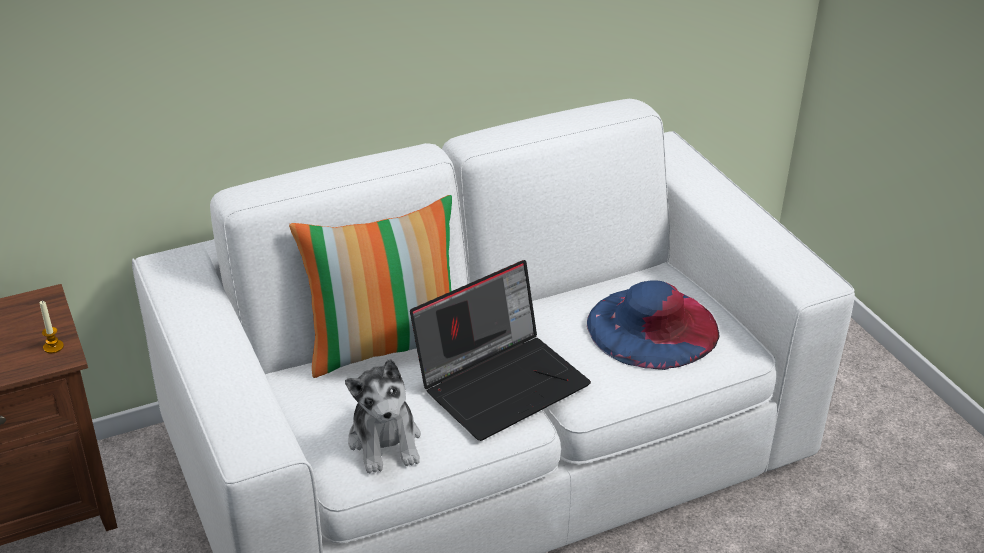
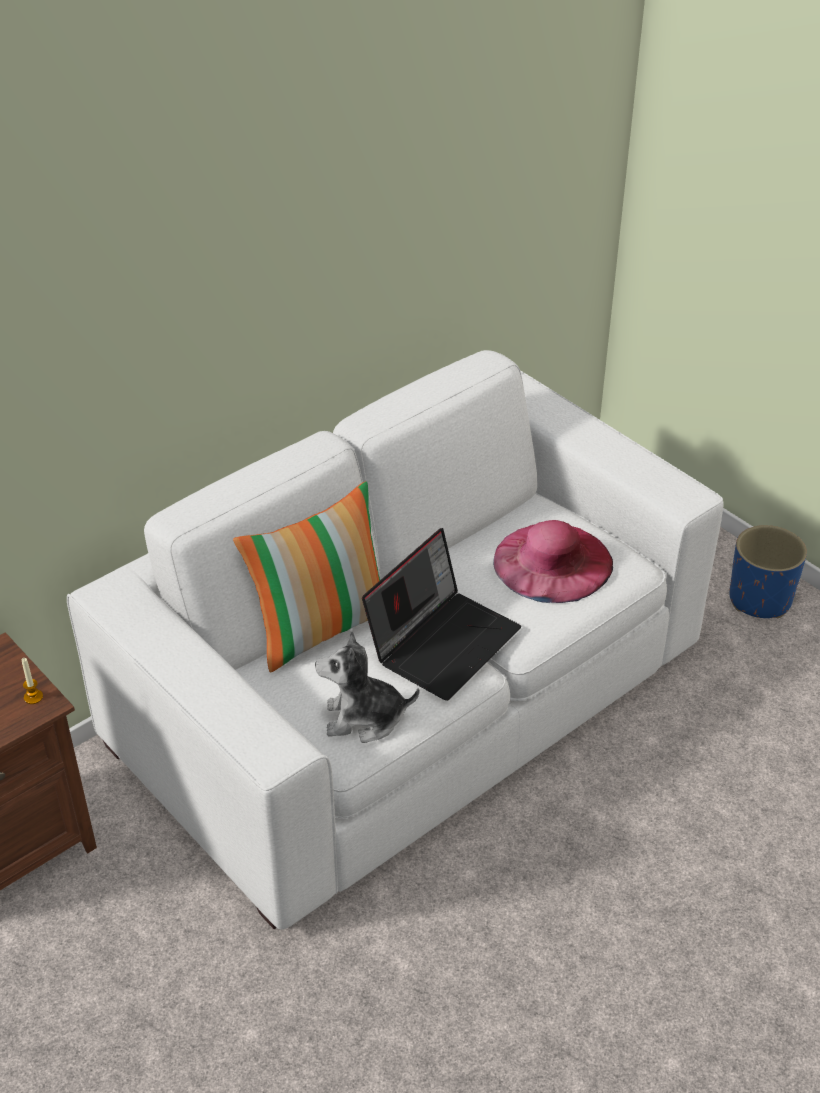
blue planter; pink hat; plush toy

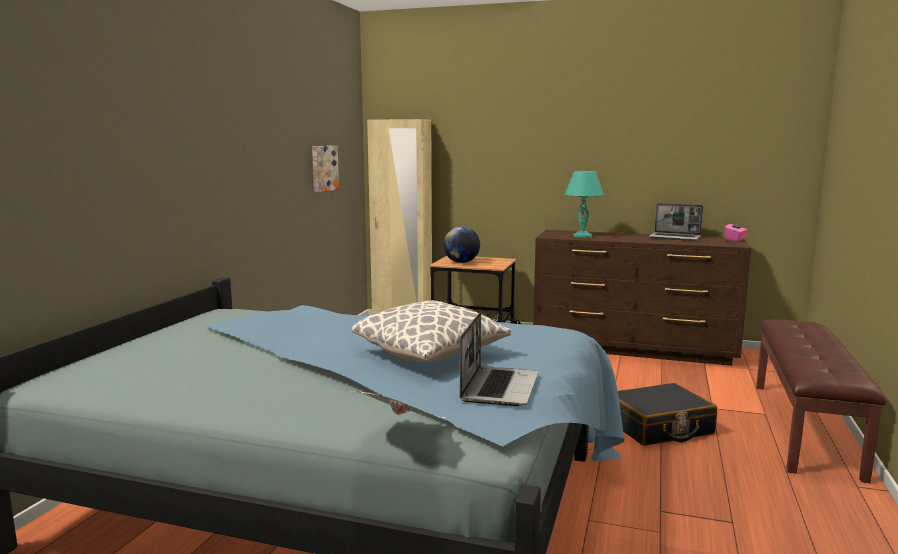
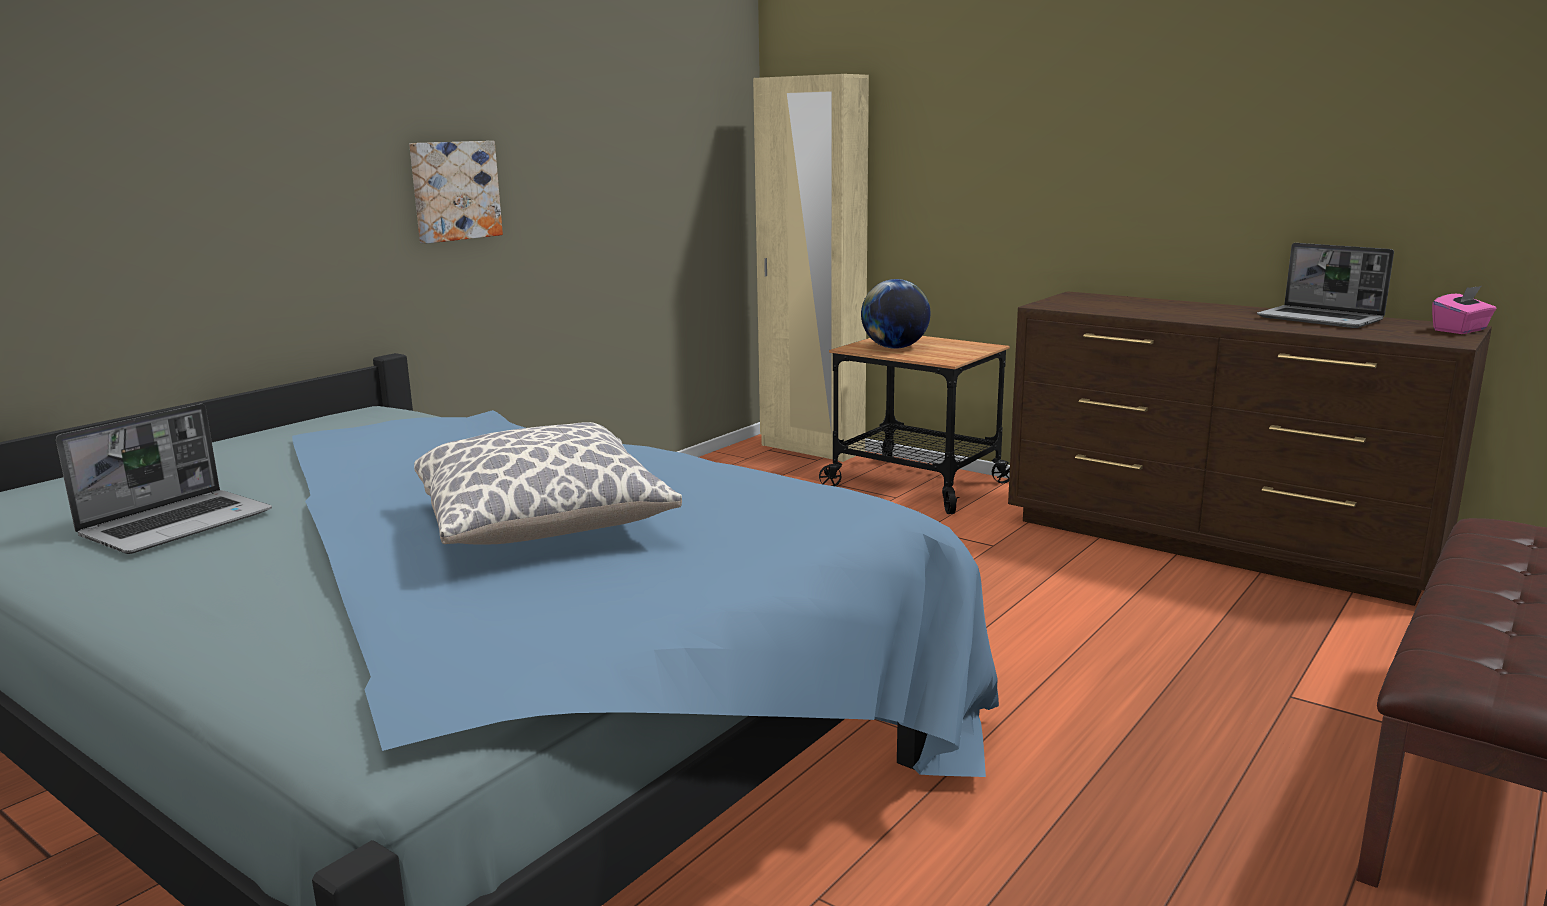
newspaper; turquoise table lamp; black suitcase; picture; laptop (1st from left)

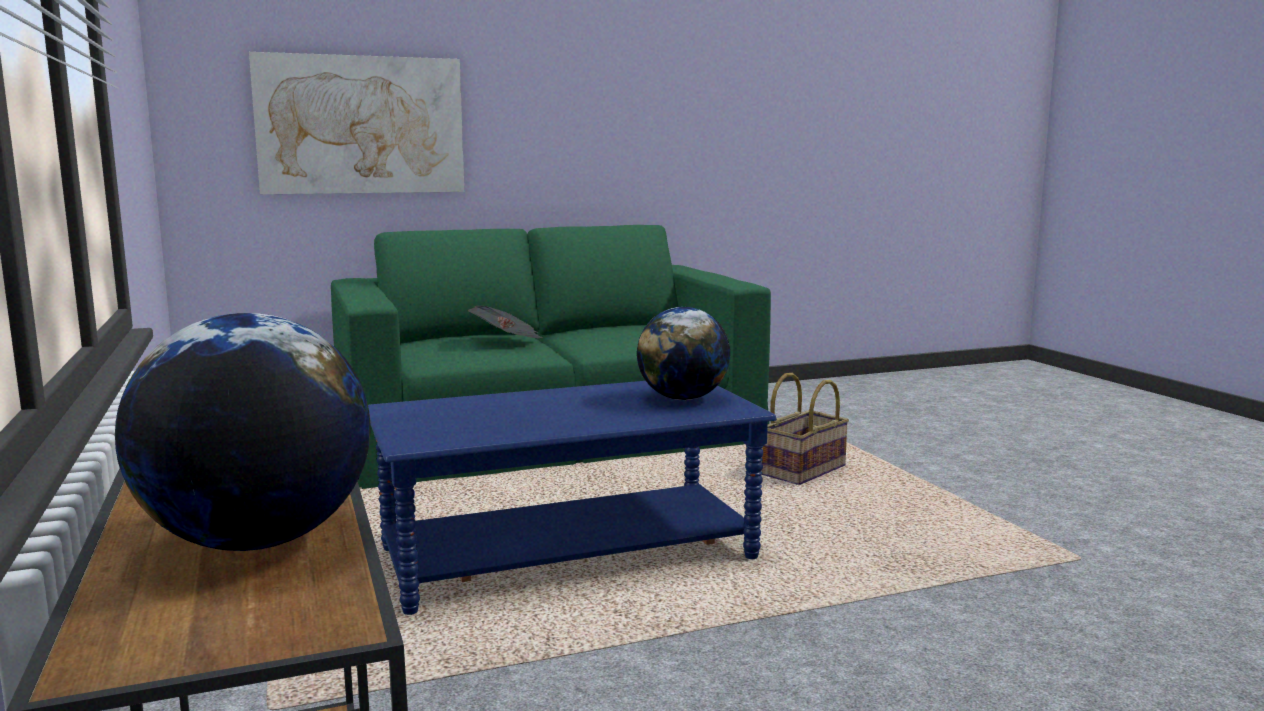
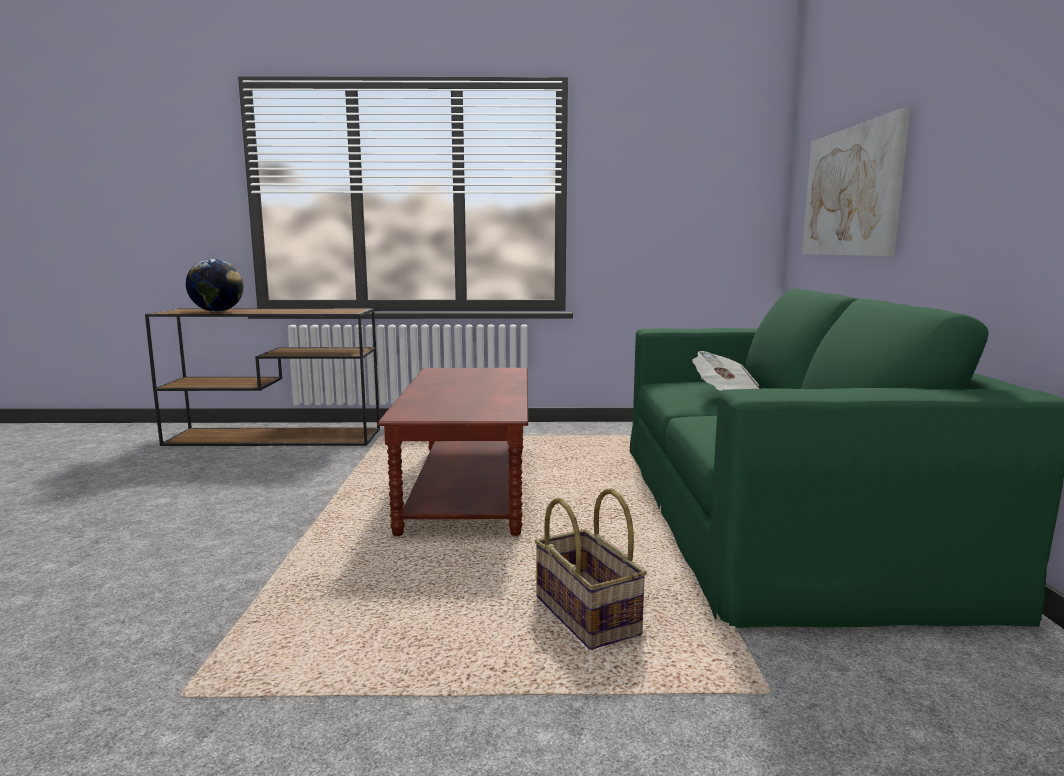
globe (2nd from left in the first image); brown coffee table

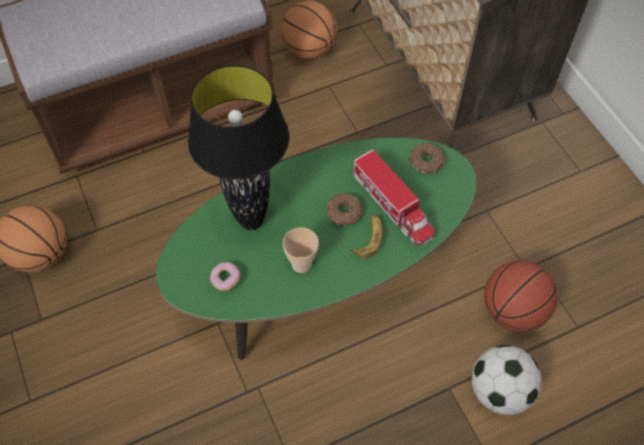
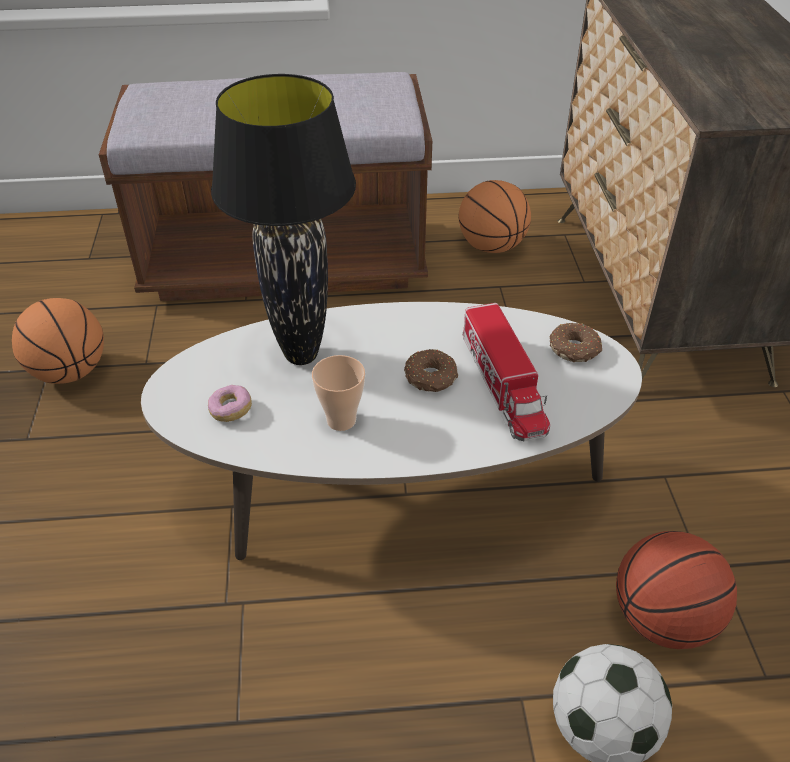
banana; white coffee table

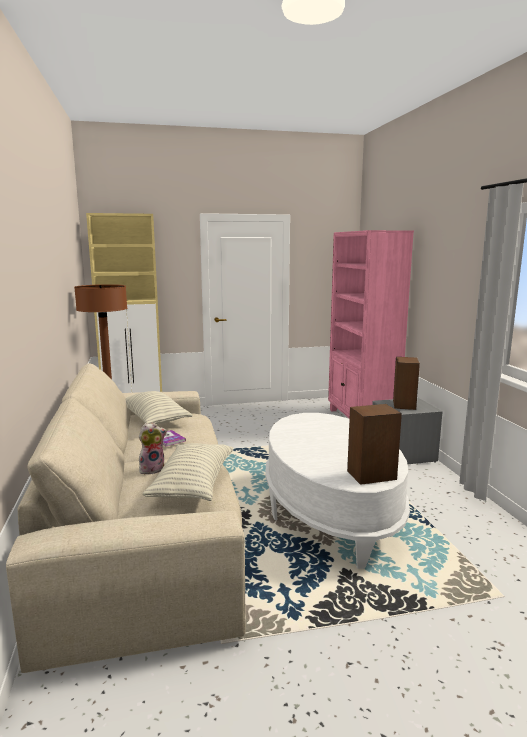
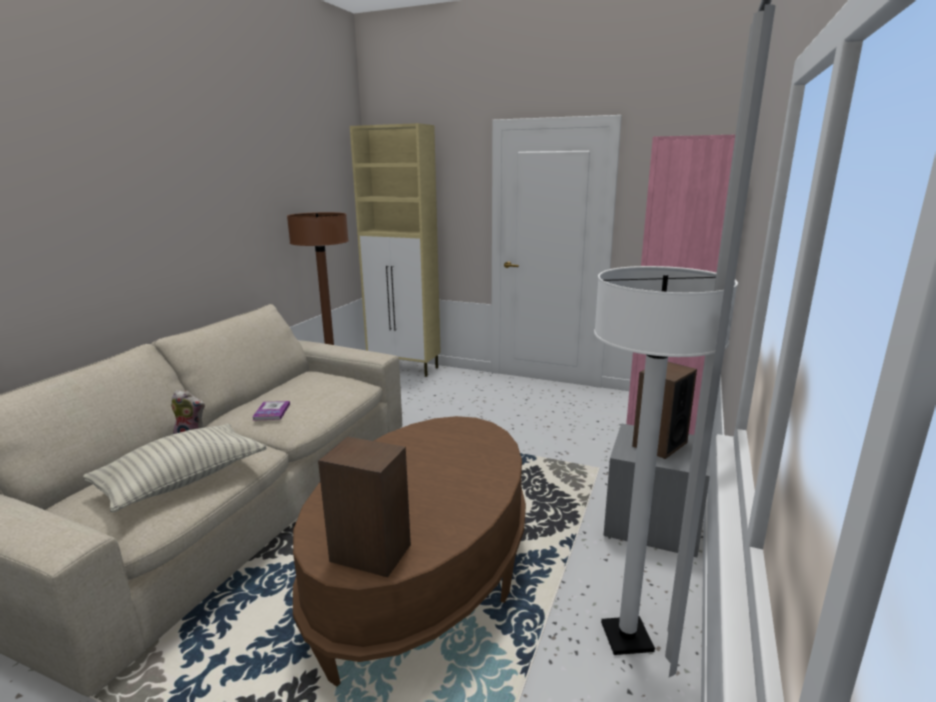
pillow (1st from left in the first image); white floor lamp; brown coffee table

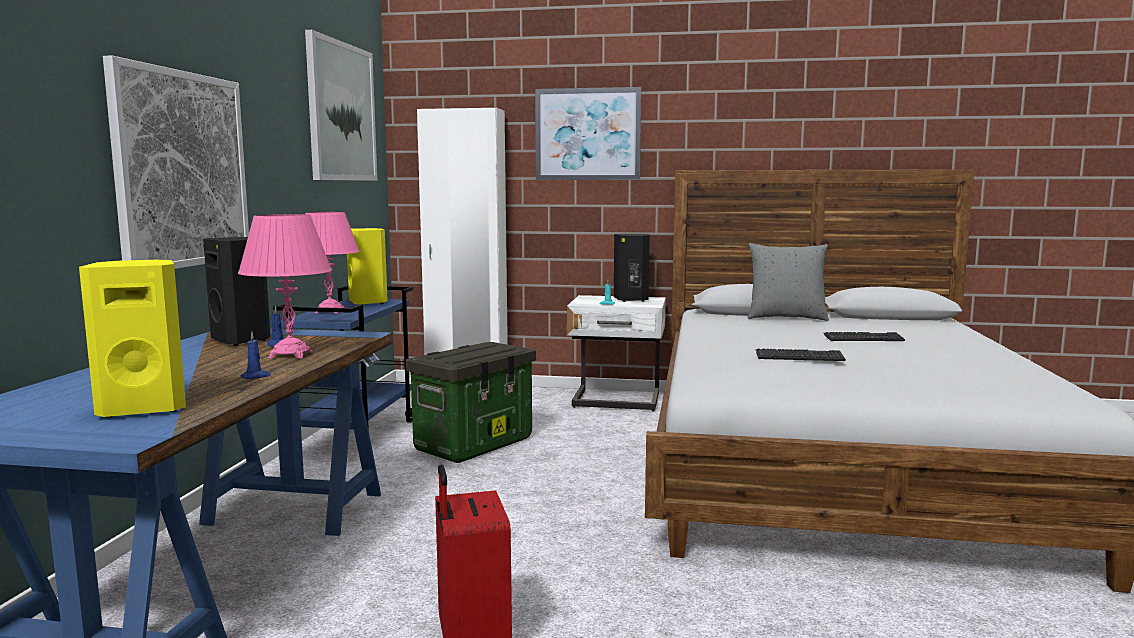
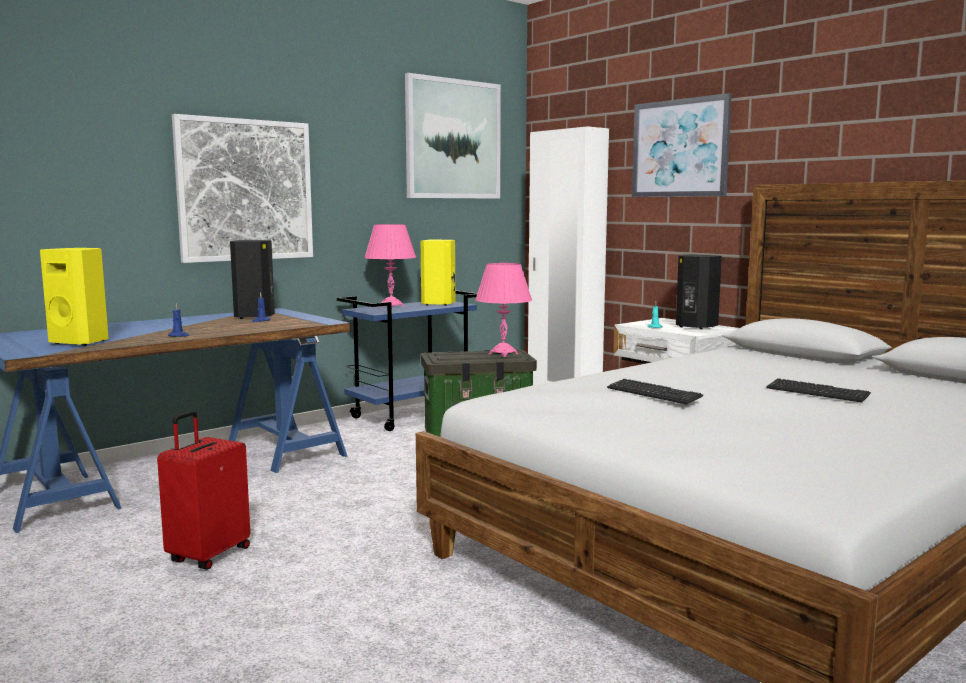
grey pillow; pink table lamp (2nd from left)

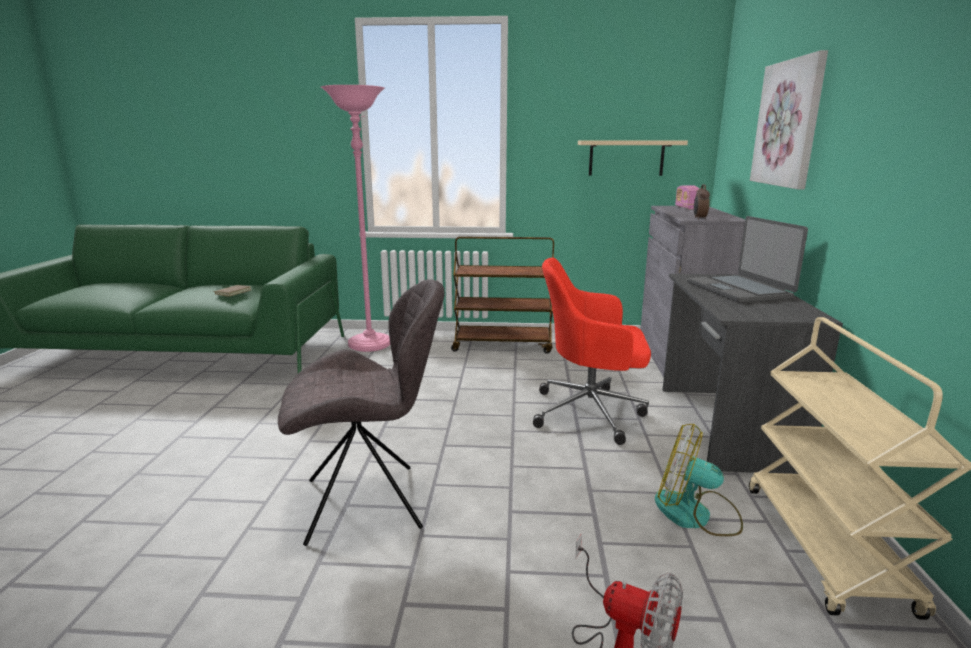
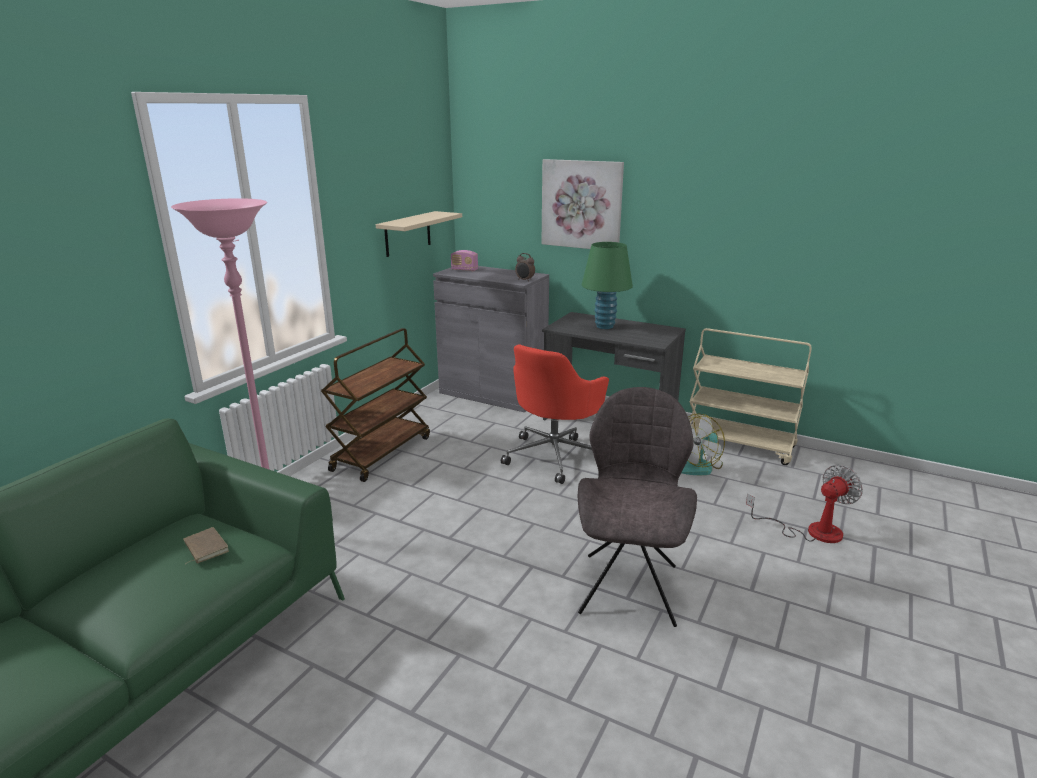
green table lamp

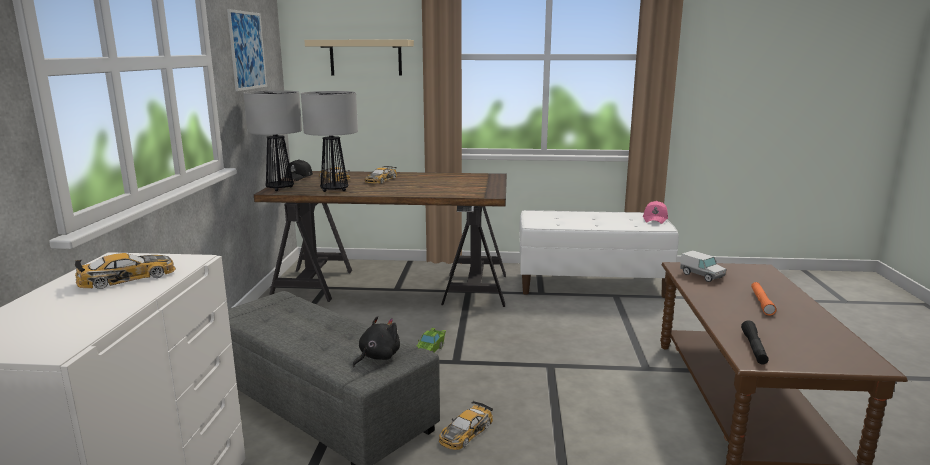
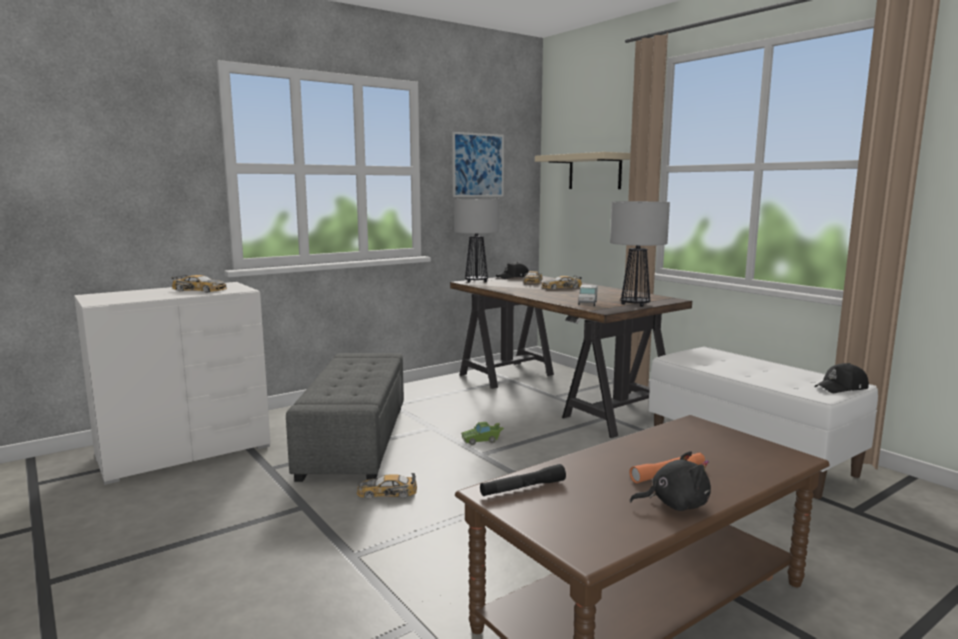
table lamp (2nd from left); black plush toy; toy truck; black cap (2nd from left)

